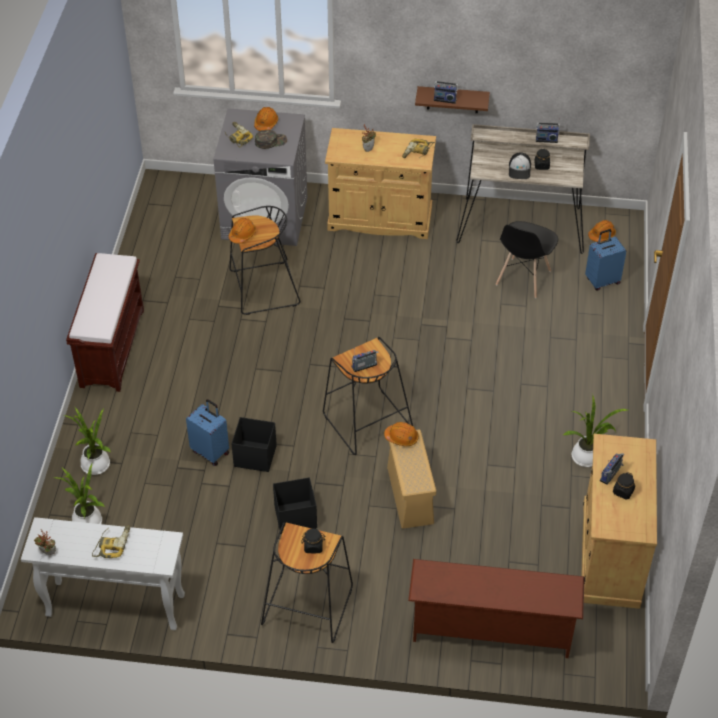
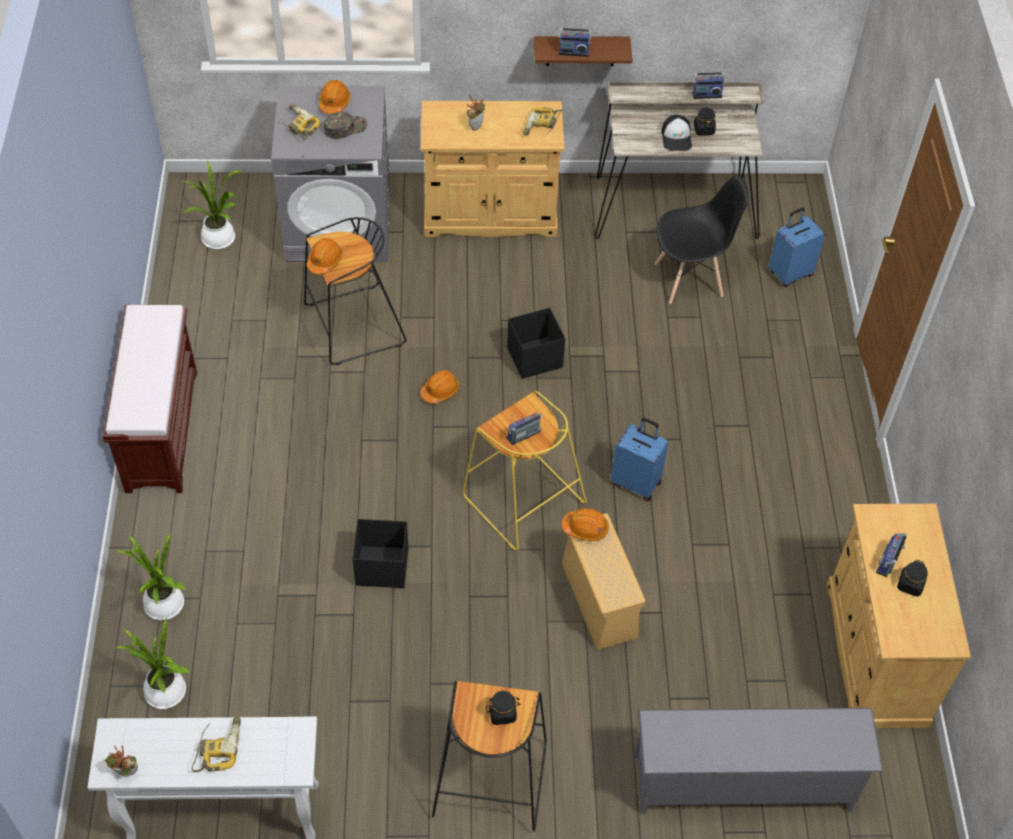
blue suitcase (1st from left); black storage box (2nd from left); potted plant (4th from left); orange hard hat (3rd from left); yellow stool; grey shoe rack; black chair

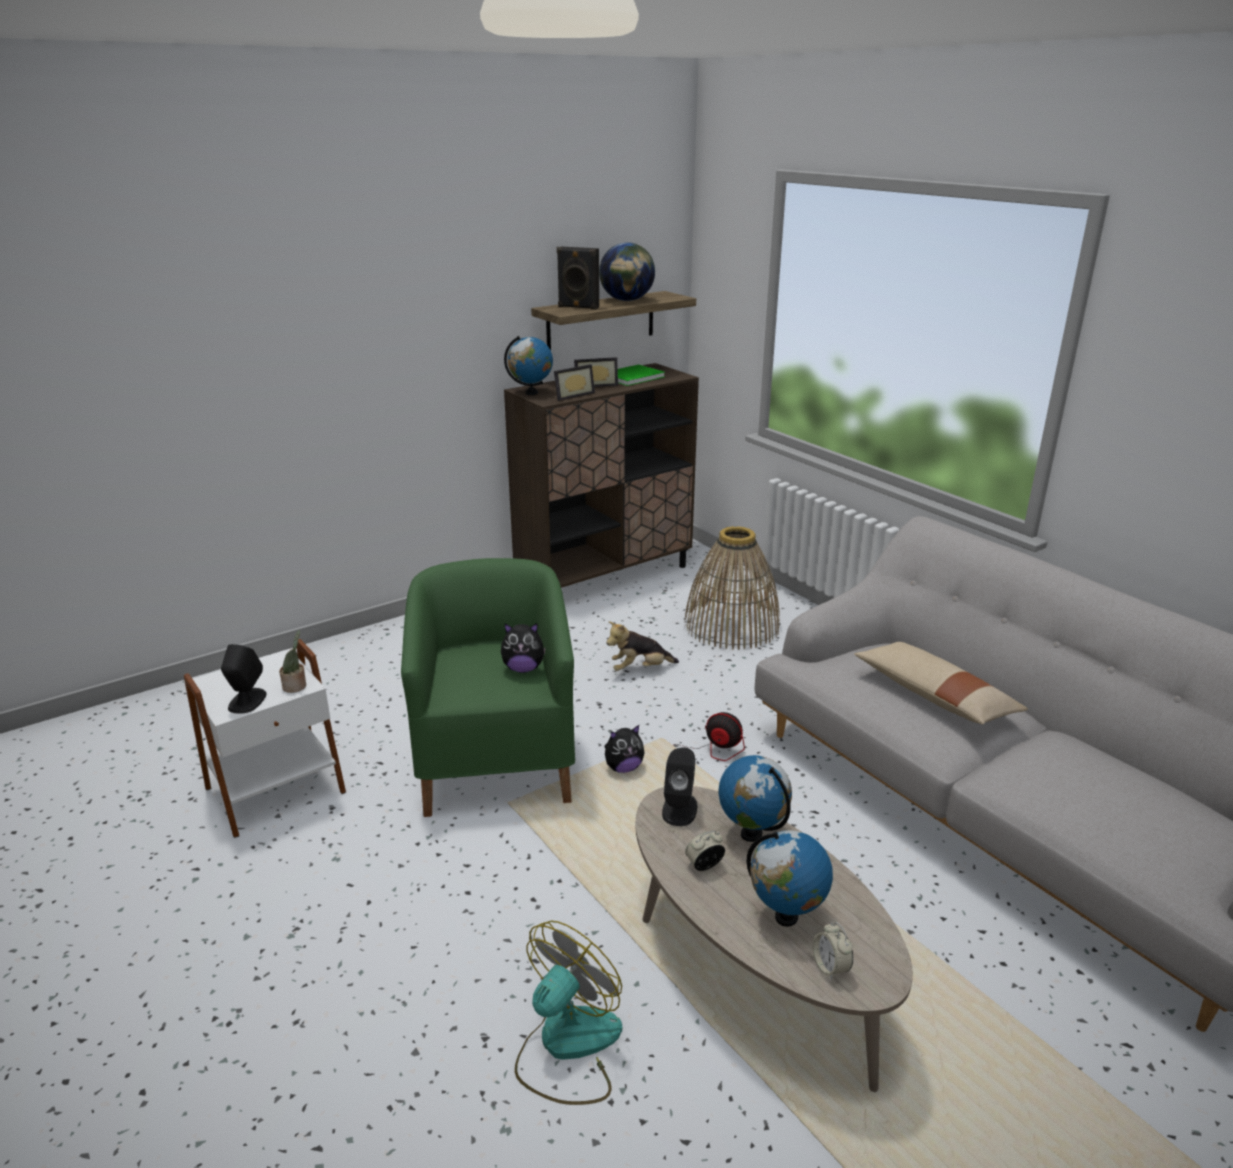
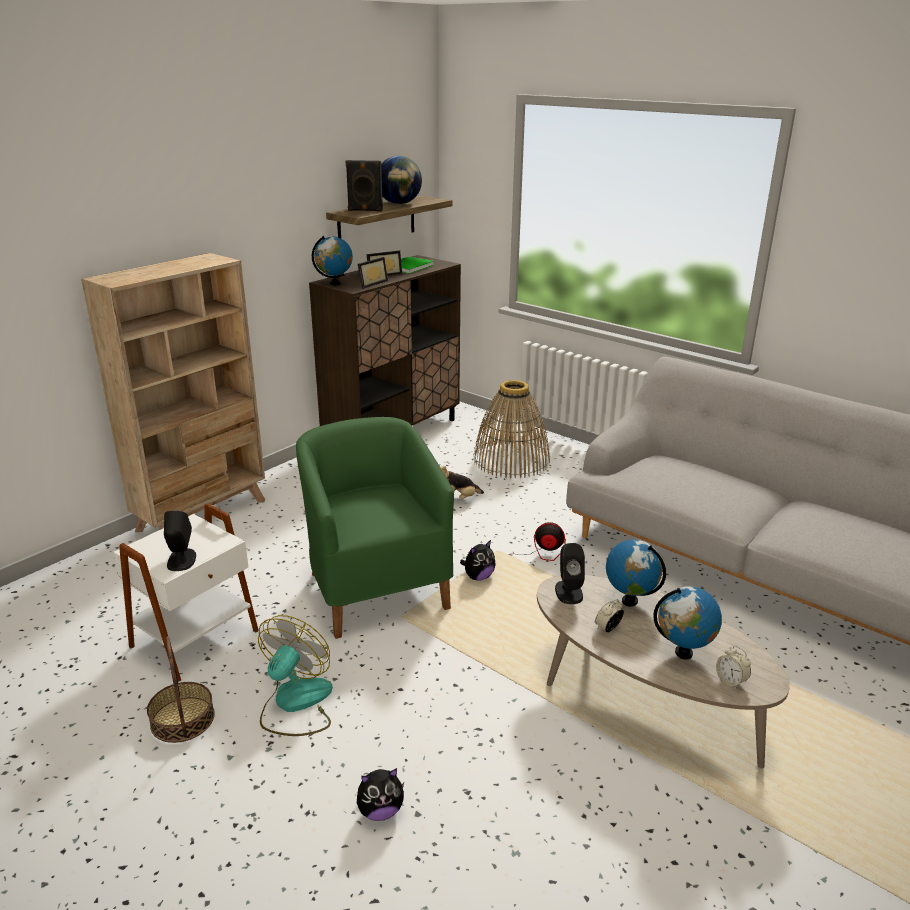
potted plant; beige pillow; beige bookcase; basket (1st from left); plush toy (1st from left); fan (1st from left)

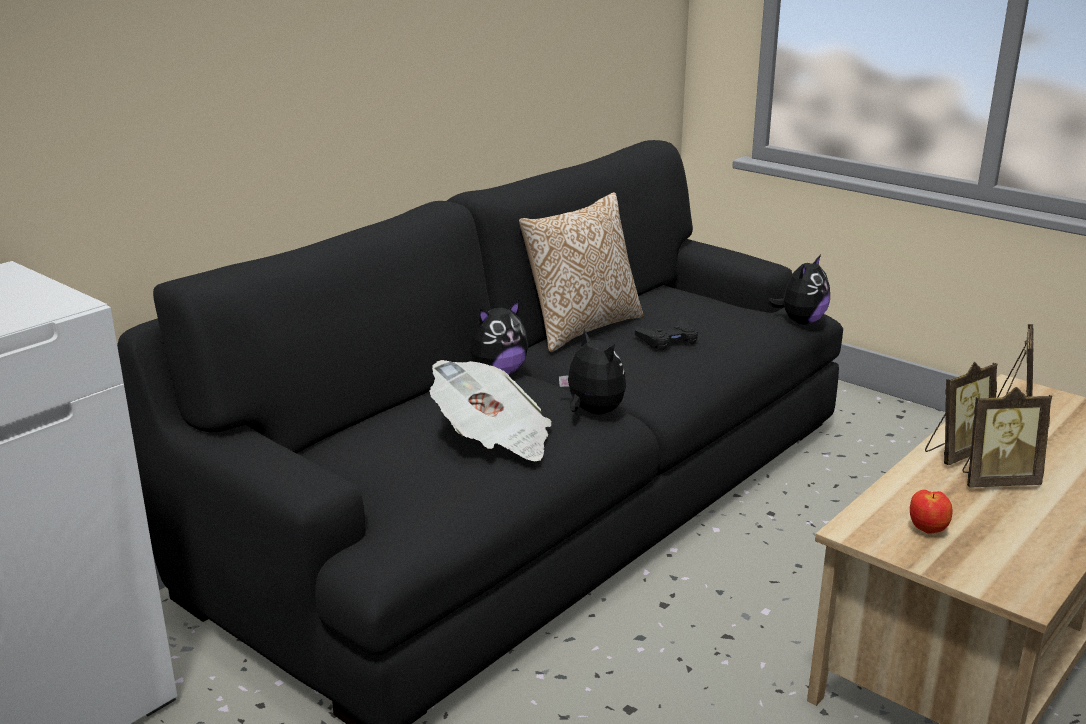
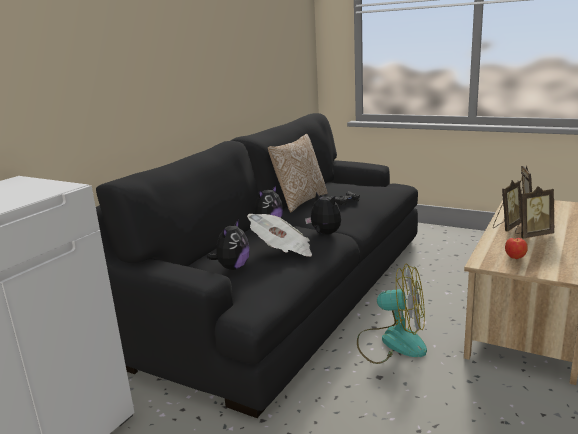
fan; plush toy (1st from left)

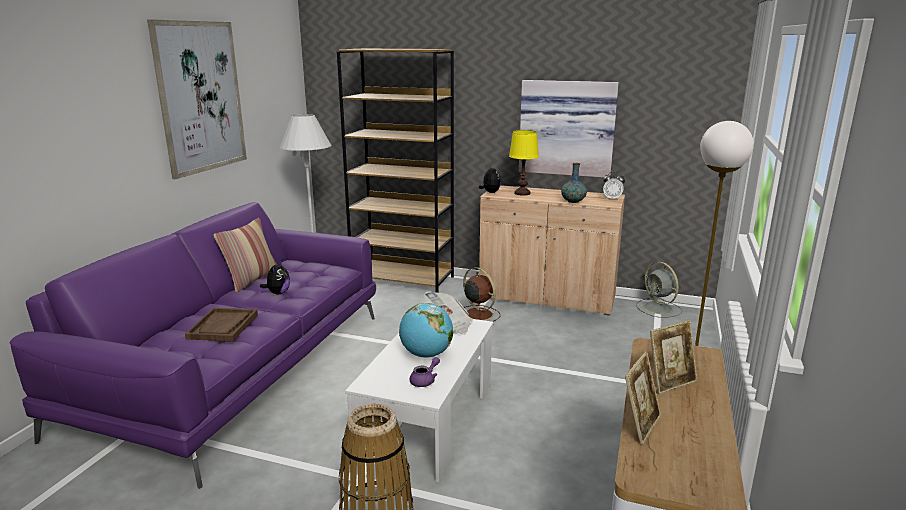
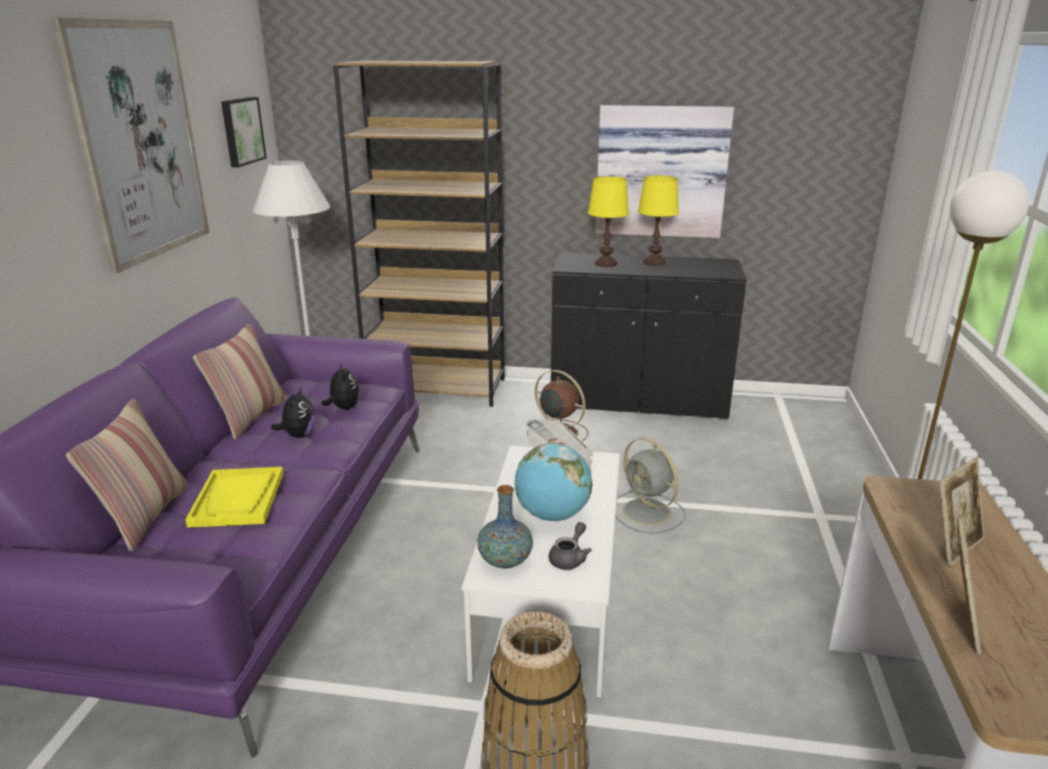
alarm clock; pillow (1st from left); picture (2nd from left); yellow table lamp (2nd from left); plush toy (2nd from left); vase; grey fan; yellow tray; grey teapot; black cabinet

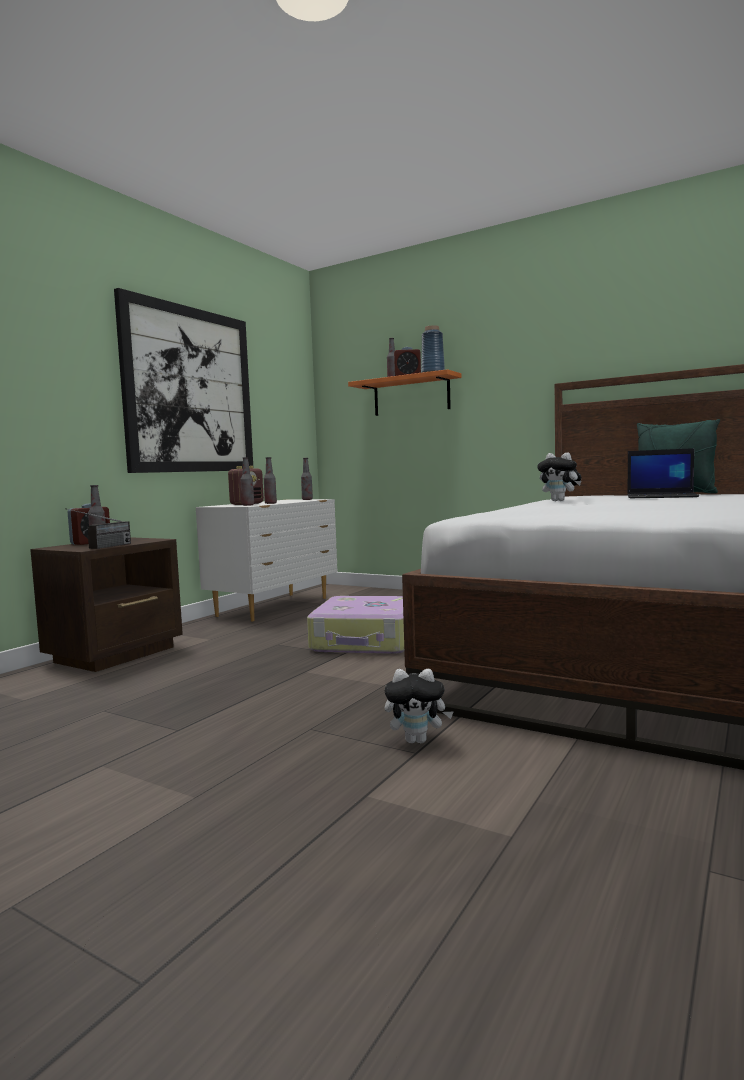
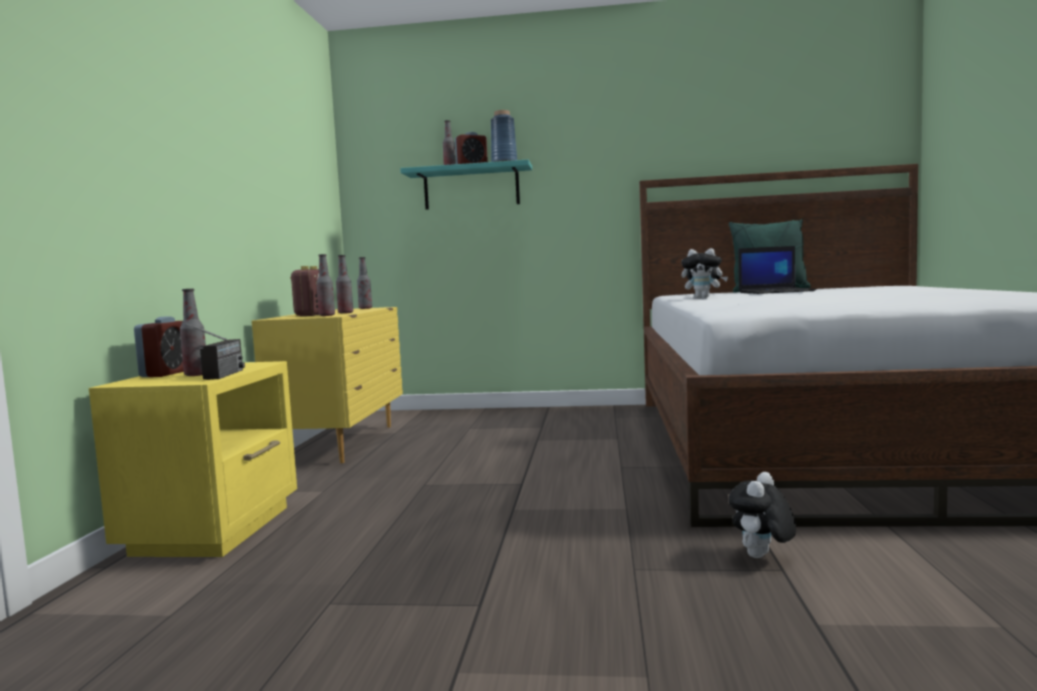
picture; suitcase; yellow nightstand; yellow dresser; turquoise shelf; plush toy (2nd from left)

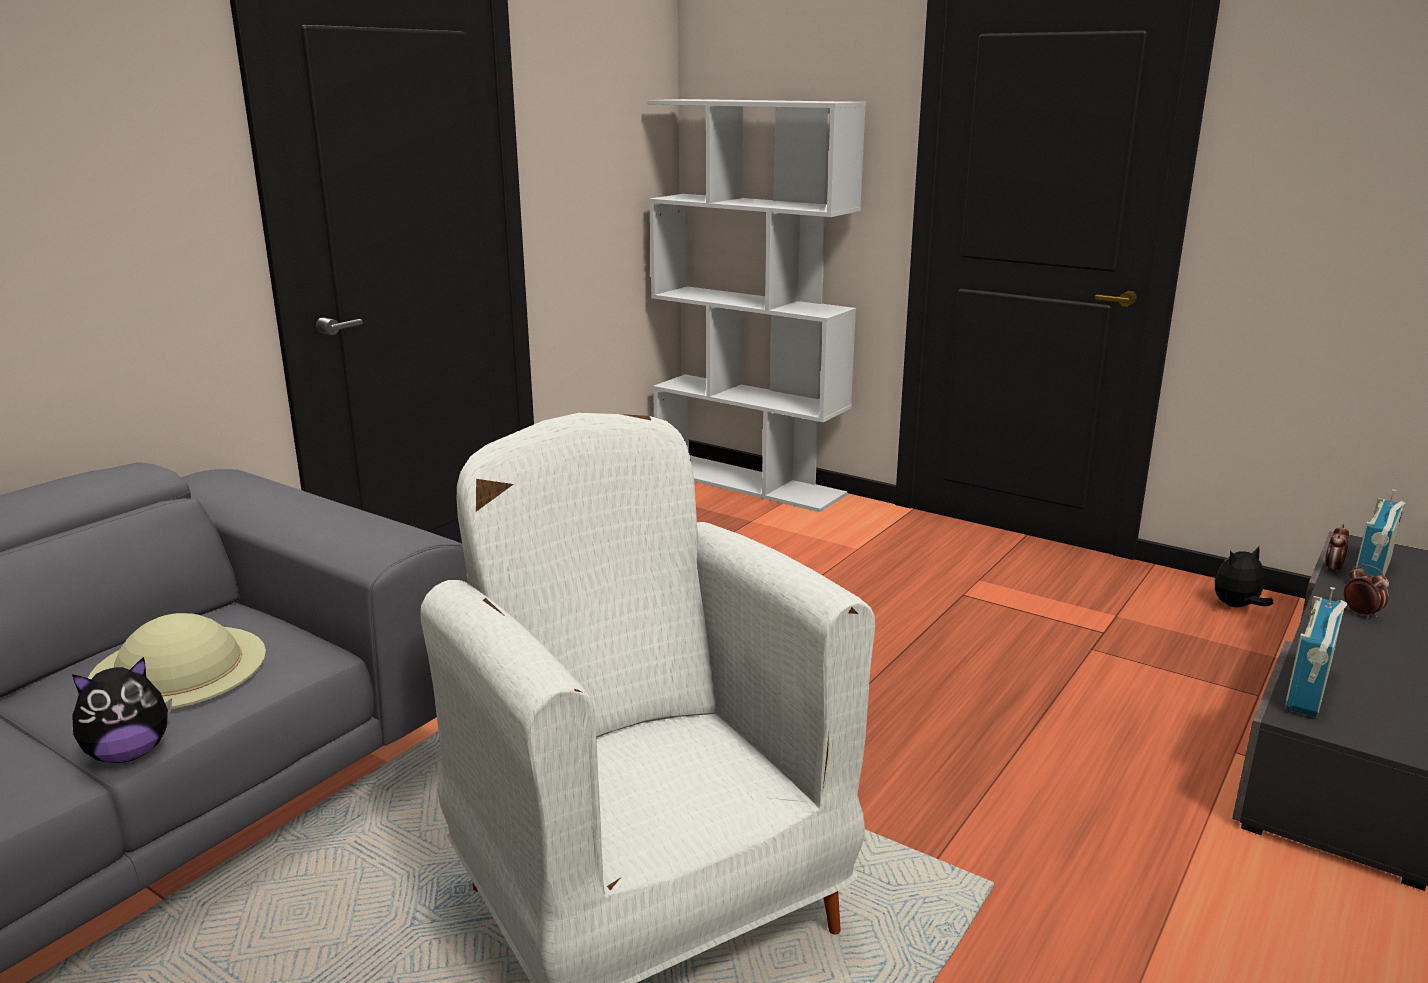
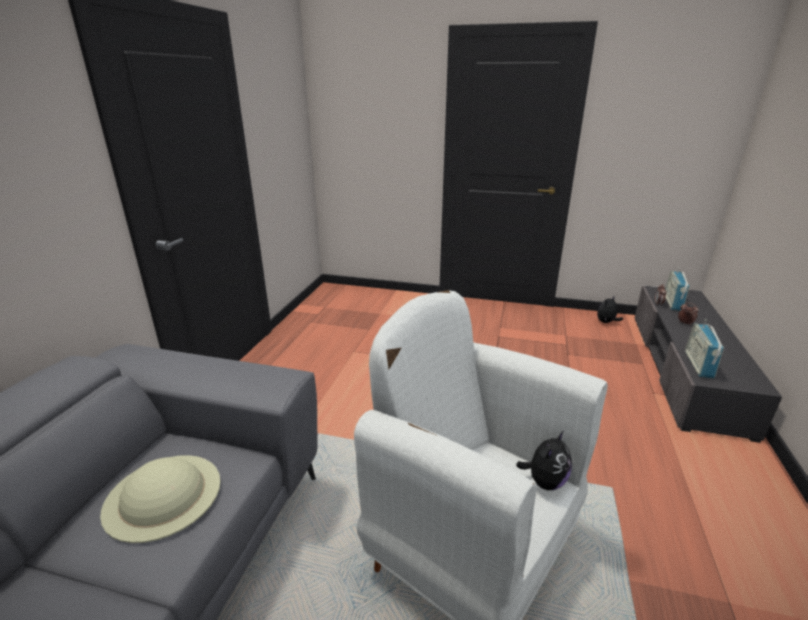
white bookcase; plush toy (1st from left)

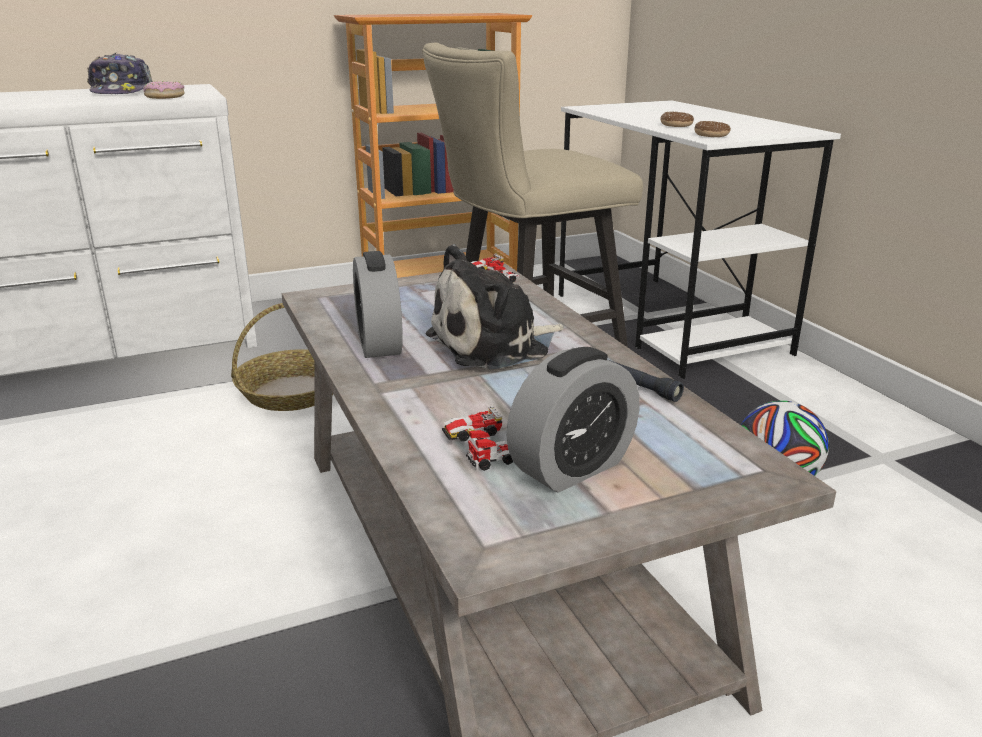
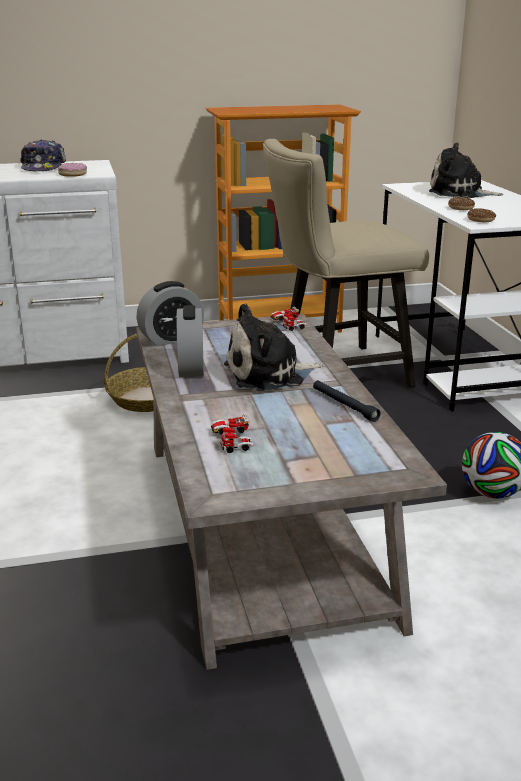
plush toy (2nd from left); alarm clock (1st from left)

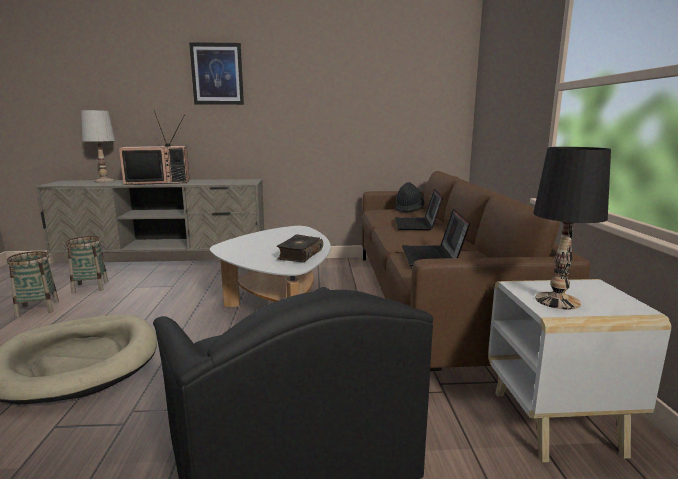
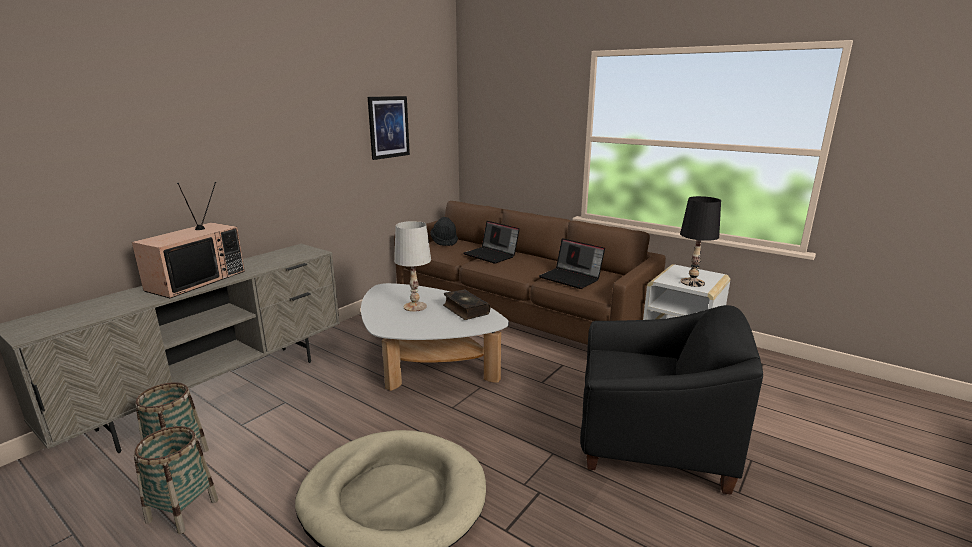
white table lamp; picture

